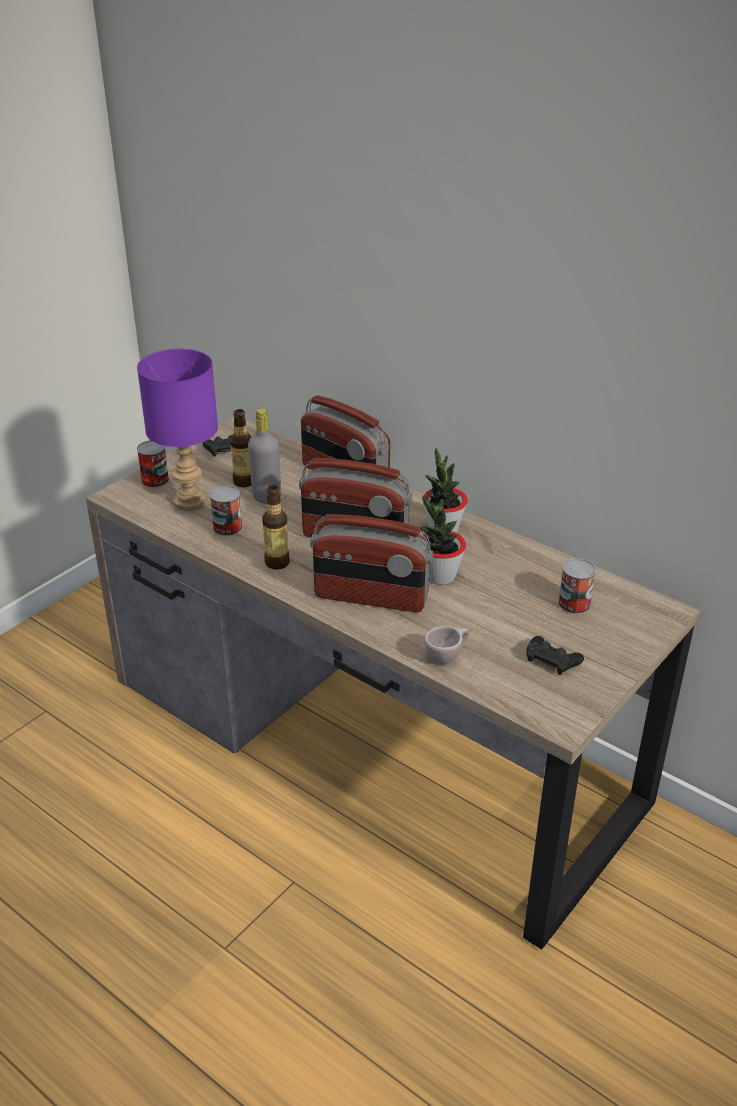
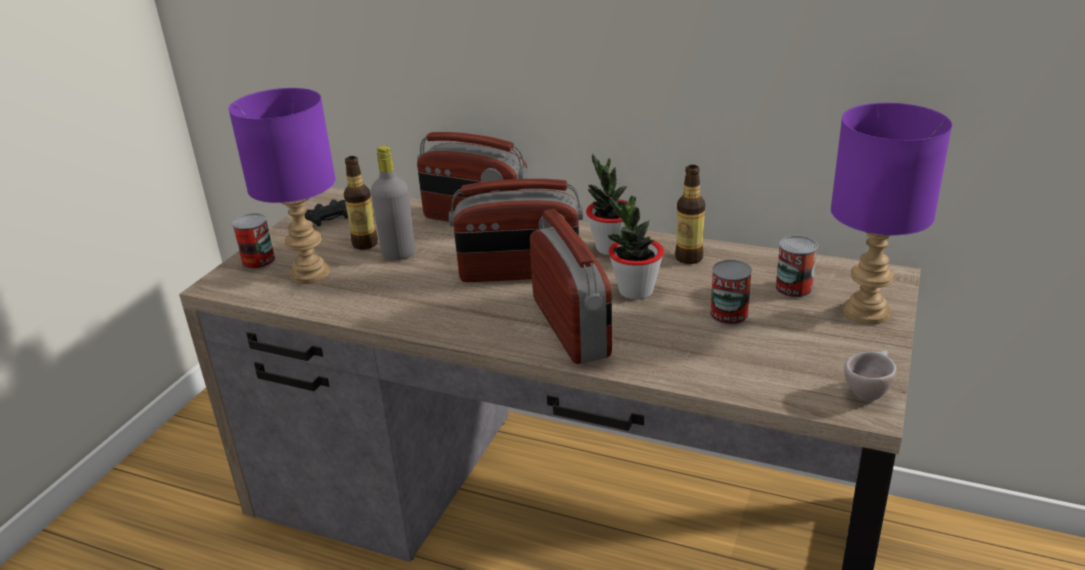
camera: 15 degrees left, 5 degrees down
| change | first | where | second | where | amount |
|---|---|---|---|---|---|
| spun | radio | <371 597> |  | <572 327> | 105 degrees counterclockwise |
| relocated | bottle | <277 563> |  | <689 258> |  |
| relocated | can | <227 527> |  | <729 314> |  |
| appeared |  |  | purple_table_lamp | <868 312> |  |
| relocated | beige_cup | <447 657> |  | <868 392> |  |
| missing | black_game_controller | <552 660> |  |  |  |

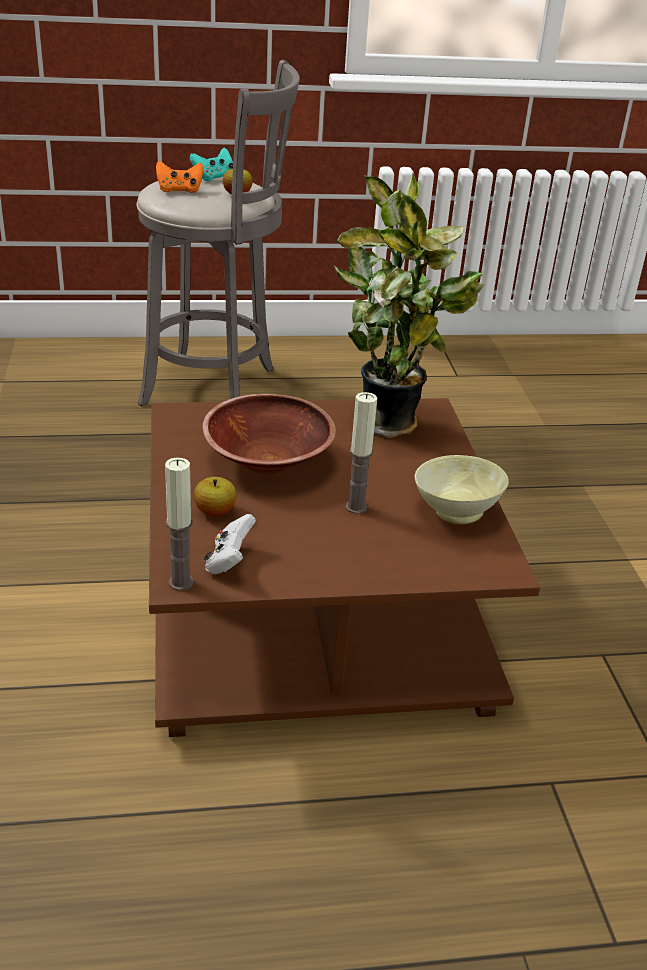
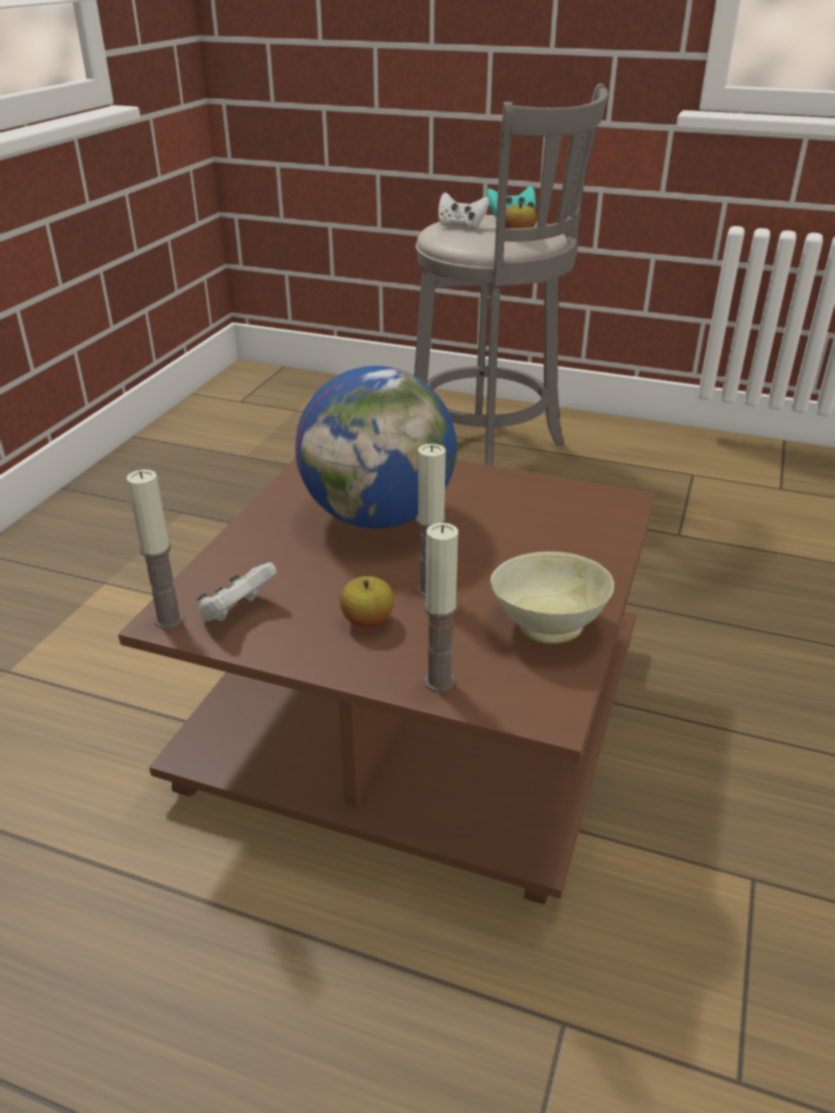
camera: 30 degrees right, 0 degrees up
| change | first | where | second | where | amount |
|---|---|---|---|---|---|
| exchanged | brown_bowl | <268 460> | globe | <379 516> |  |
| relocated | apple | <215 511> |  | <367 620> |  |
| appeared |  |  | candle | <439 681> |  |
| colour | orange_game_controller | <179 190> | white_game_controller | <461 226> |  |
| missing | potted_plant | <393 427> |  |  |  |

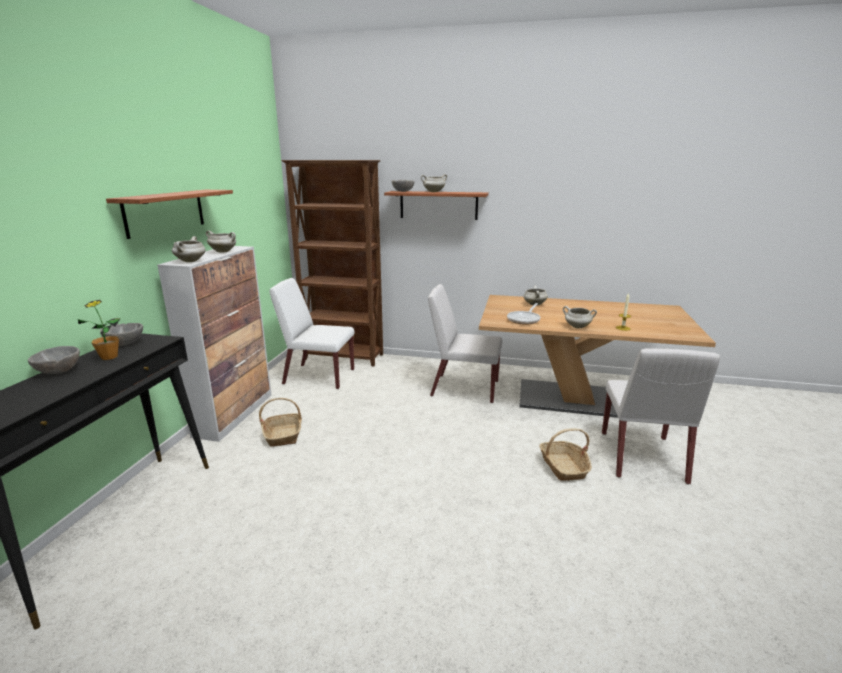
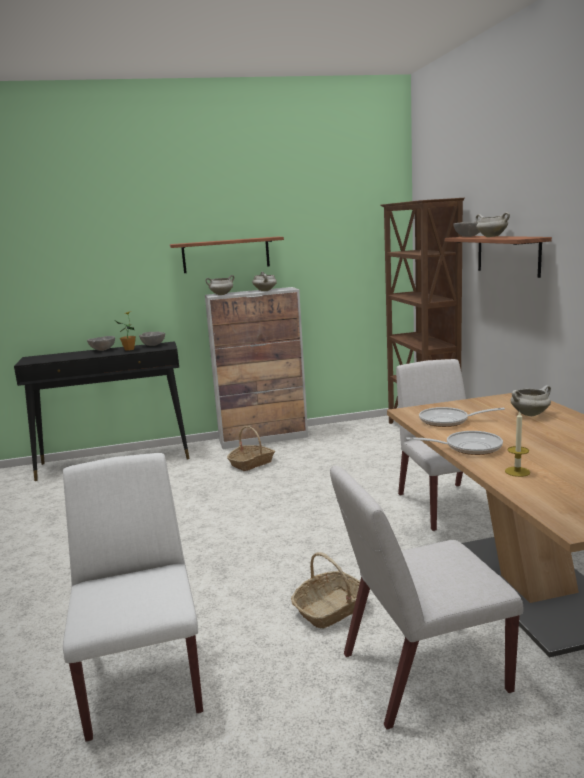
camera: 65 degrees right, 5 degrees down
| change | first | where | second | where | amount |
|---|---|---|---|---|---|
| relocated | white_chair | <318 376> |  | <143 678> |  |
| exchanged | white_cooking_pot | <577 327> | frying_pan | <468 447> |  |

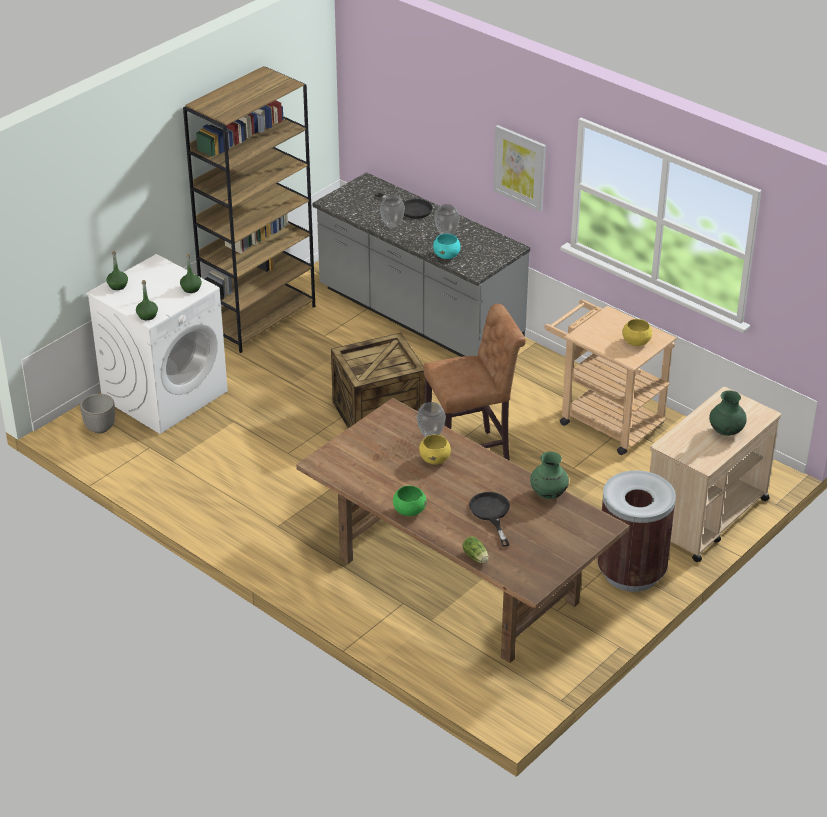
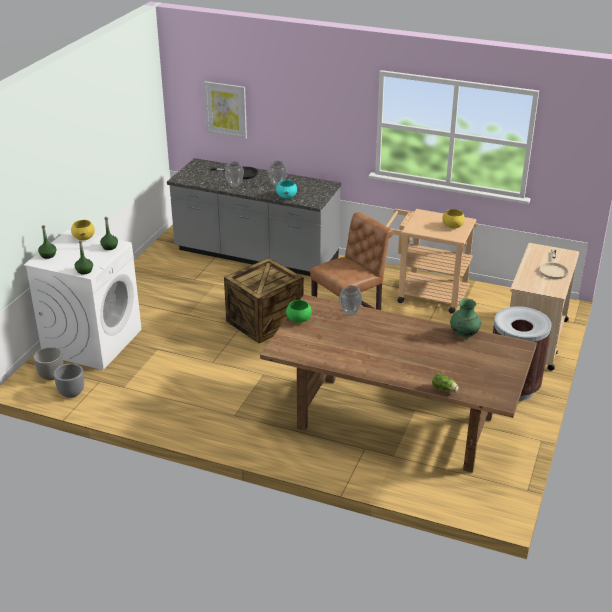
camera: 20 degrees left, 5 degrees down
| change | first | where | second | where | amount |
|---|---|---|---|---|---|
| appeared |  |  | grey_planter | <71 392> |  |
| relocated | yellow_bowl | <435 459> |  | <84 238> |  |
| relocated | picture | <520 167> |  | <226 109> |  |
| relocated | green_bowl | <409 511> |  | <298 319> |  |
| exchanged | green_vase | <726 431> | beige_frying_pan | <553 269> |  |
| missing | brown_bookcase | <259 318> |  |  |  |
| missing | black_frying_pan | <491 514> |  |  |  |

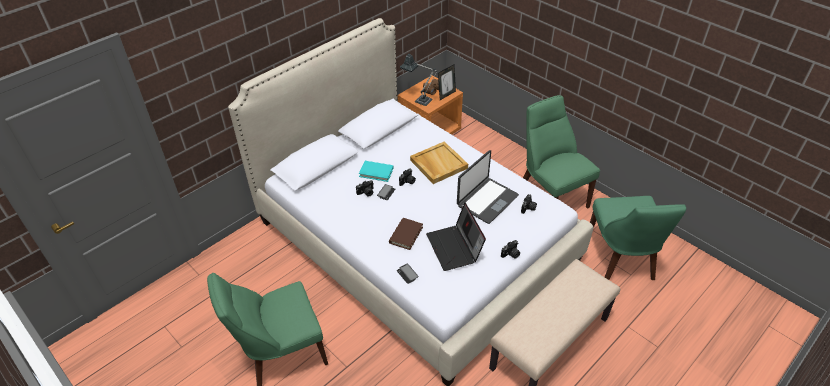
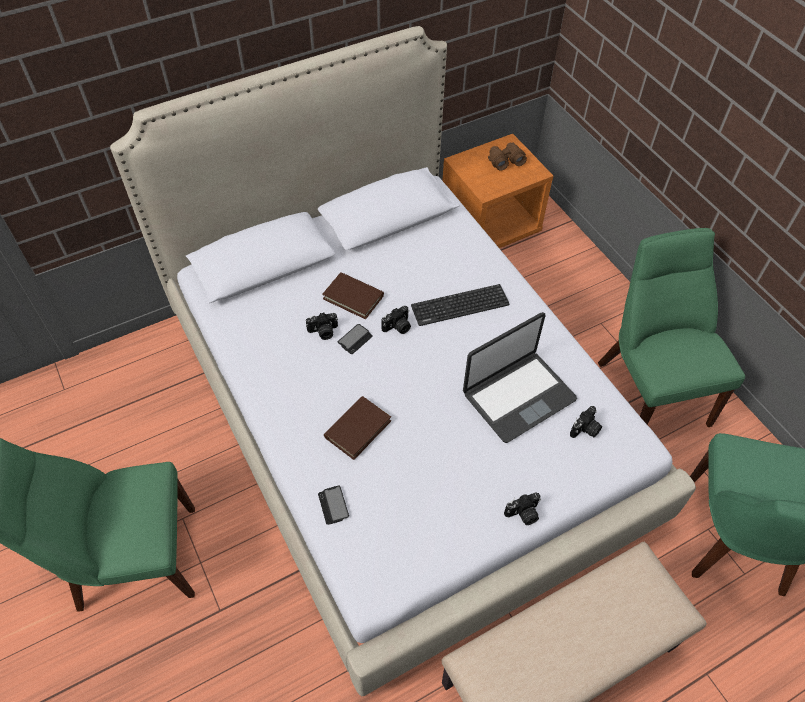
camera: 15 degrees right, 10 degrees up
| change | first | where | second | where | amount |
|---|---|---|---|---|---|
| colour | turquoise_book | <376 172> | brown_book | <353 297> |  |
| exchanged | beige_tray | <438 164> | keyboard | <460 305> |  |
| missing | table_lamp | <420 100> |  |  |  |
| missing | laptop | <455 248> |  |  |  |
| missing | picture_frame | <446 95> |  |  |  |

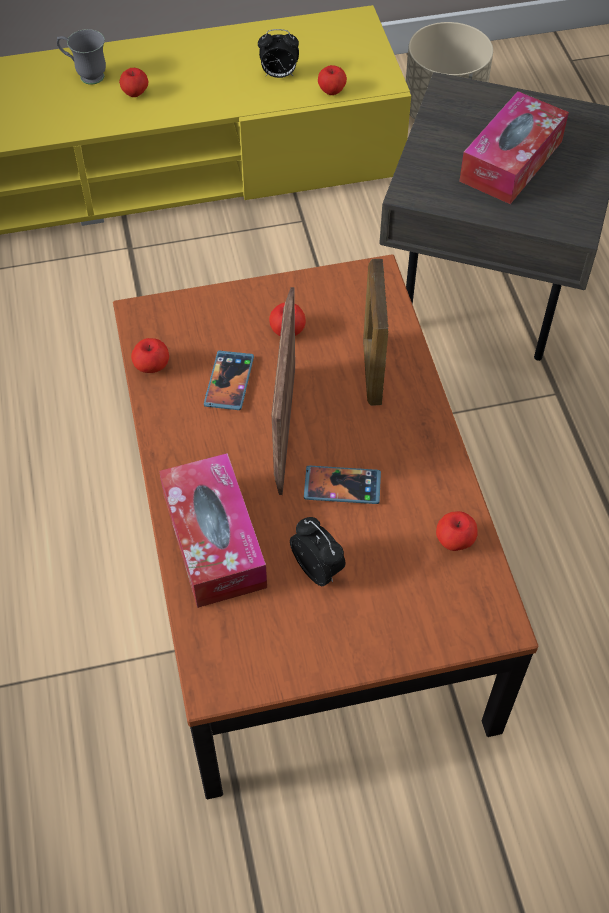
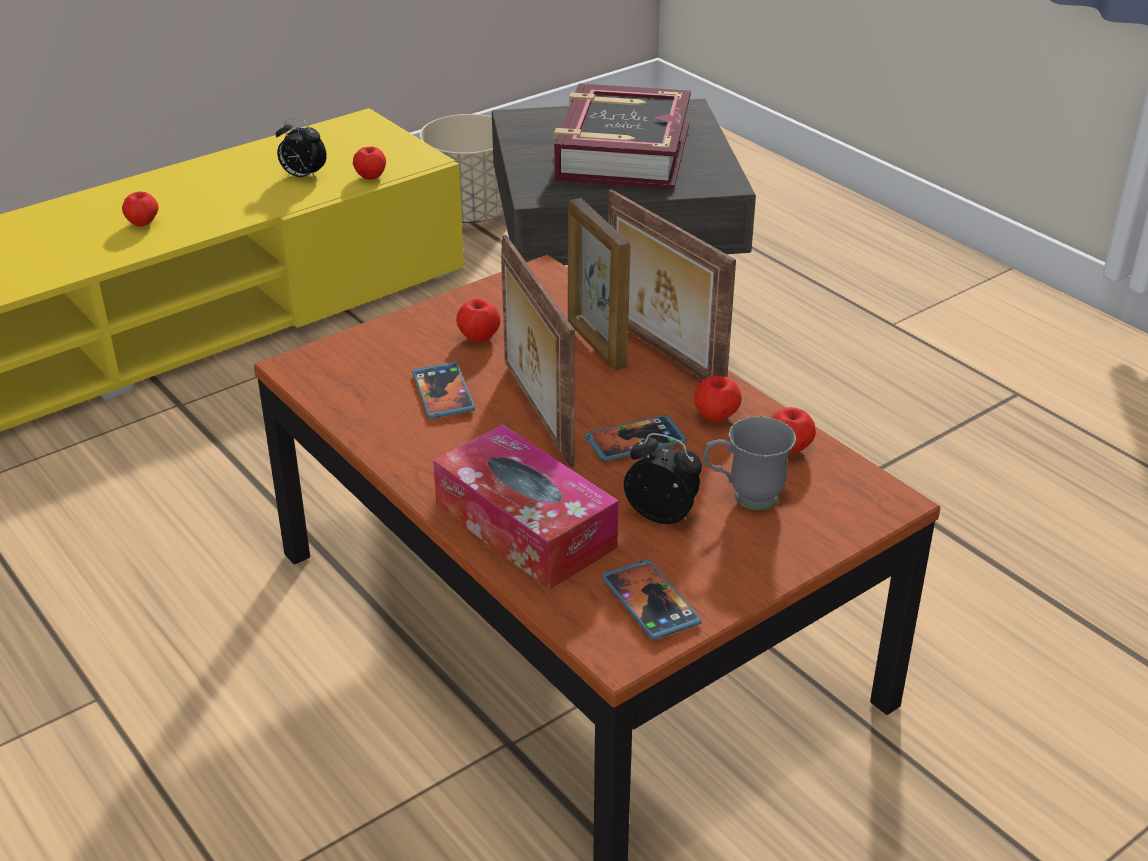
camera: 25 degrees left, 20 degrees down
| change | first | where | second | where | amount |
|---|---|---|---|---|---|
| spun | alarm_clock | <278 75> |  | <303 177> | 45 degrees clockwise |
| exchanged | tissue_box | <511 161> | book | <621 153> |  |
| appeared |  |  | phone | <650 602> |  |
| appeared |  |  | picture_frame | <661 353> |  |
| relocated | apple | <152 367> |  | <716 417> |  |
| relocated | grey_mug | <86 75> |  | <744 498> |  |

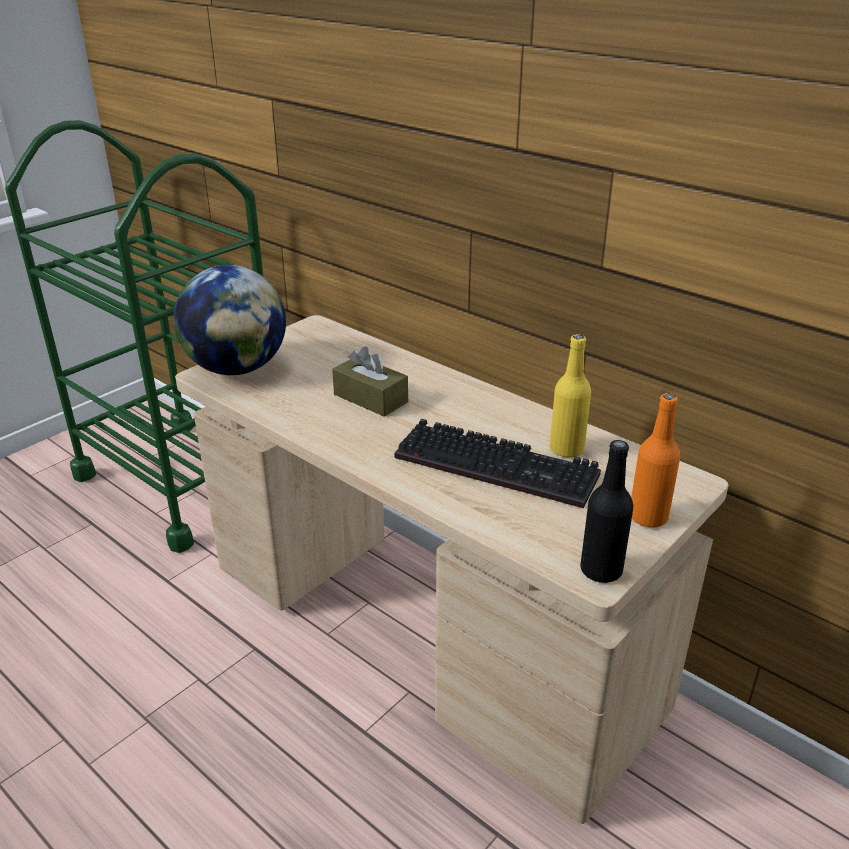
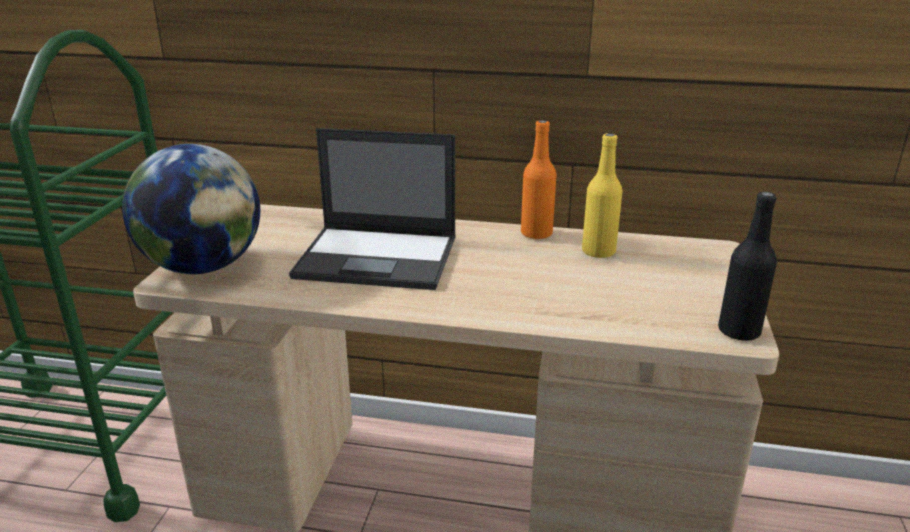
camera: 30 degrees left, 5 degrees down
| change | first | where | second | where | amount |
|---|---|---|---|---|---|
| exchanged | brown_tissue_box | <370 398> | laptop | <379 257> |  |
| relocated | orange_bottle | <648 517> |  | <536 234> |  |
| missing | keyboard | <500 465> |  |  |  |

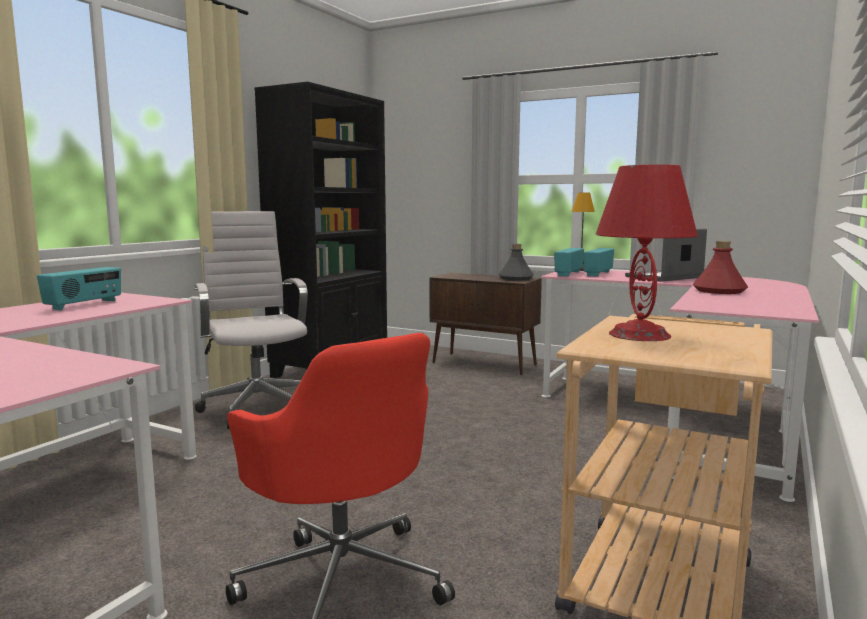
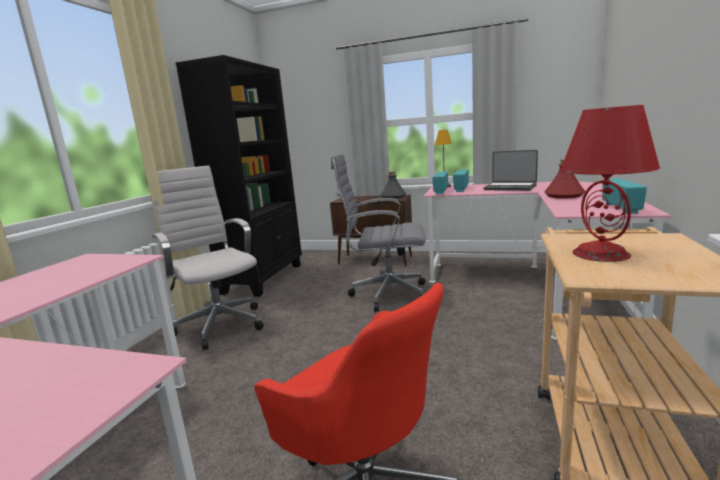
camera: 10 degrees left, 5 degrees up
| change | first | where | second | where | amount |
|---|---|---|---|---|---|
| appeared |  |  | grey_office_chair | <385 294> |  |
| spun | laptop | <665 277> |  | <510 187> | 105 degrees counterclockwise |
| relocated | radio | <84 305> |  | <621 208> |  |

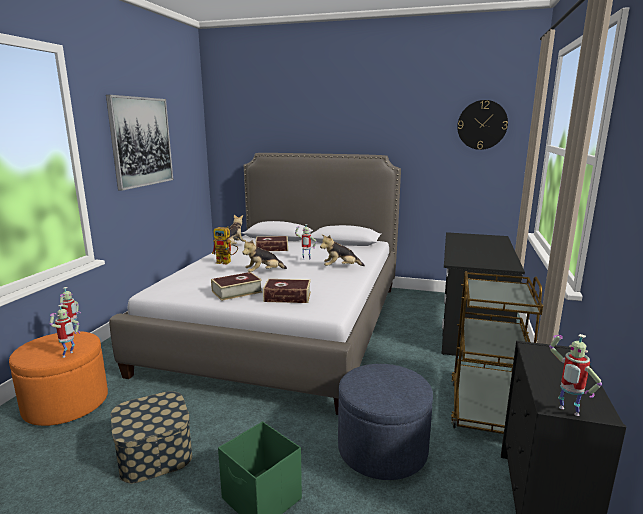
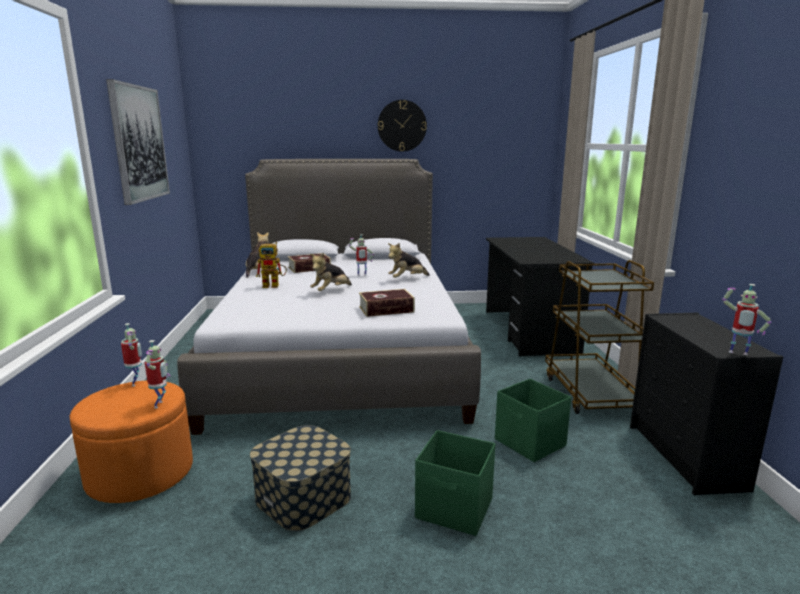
camera: 20 degrees left, 0 degrees up
| change | first | where | second | where | amount |
|---|---|---|---|---|---|
| relocated | wall_clock | <482 125> |  | <402 125> |  |
| exchanged | blue_ottoman | <382 449> | green_storage_box | <530 443> |  |
| missing | book | <237 291> |  |  |  |

